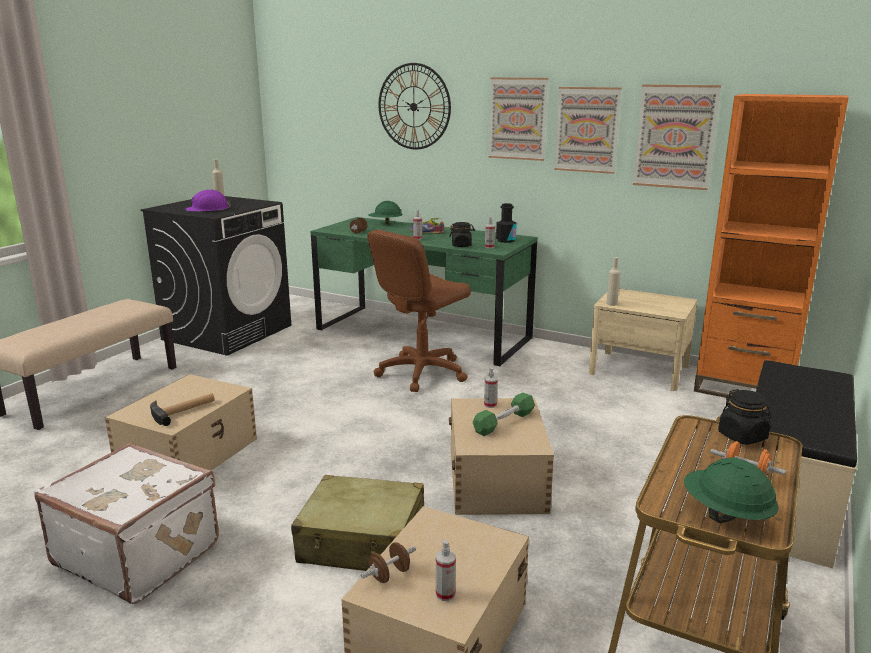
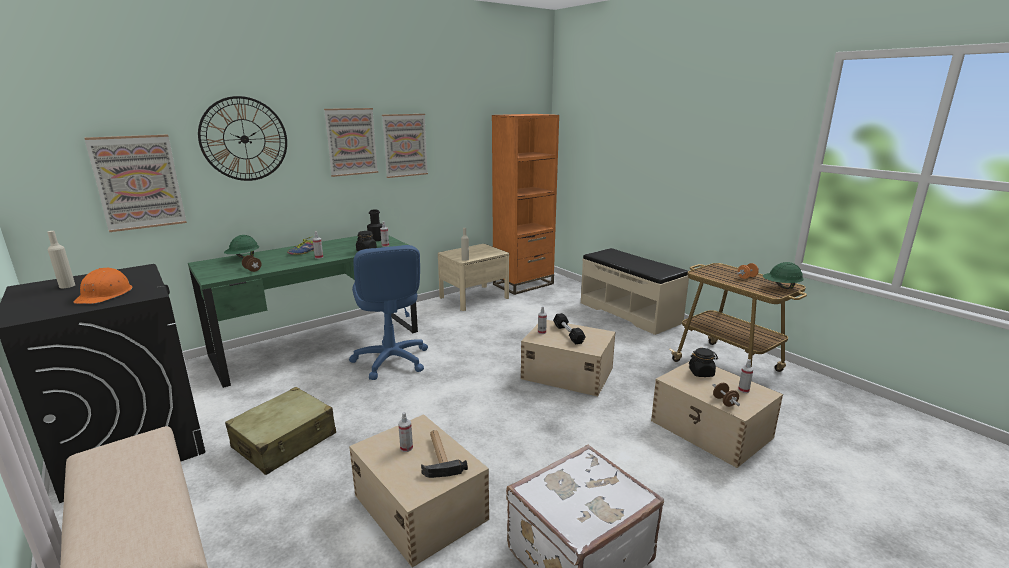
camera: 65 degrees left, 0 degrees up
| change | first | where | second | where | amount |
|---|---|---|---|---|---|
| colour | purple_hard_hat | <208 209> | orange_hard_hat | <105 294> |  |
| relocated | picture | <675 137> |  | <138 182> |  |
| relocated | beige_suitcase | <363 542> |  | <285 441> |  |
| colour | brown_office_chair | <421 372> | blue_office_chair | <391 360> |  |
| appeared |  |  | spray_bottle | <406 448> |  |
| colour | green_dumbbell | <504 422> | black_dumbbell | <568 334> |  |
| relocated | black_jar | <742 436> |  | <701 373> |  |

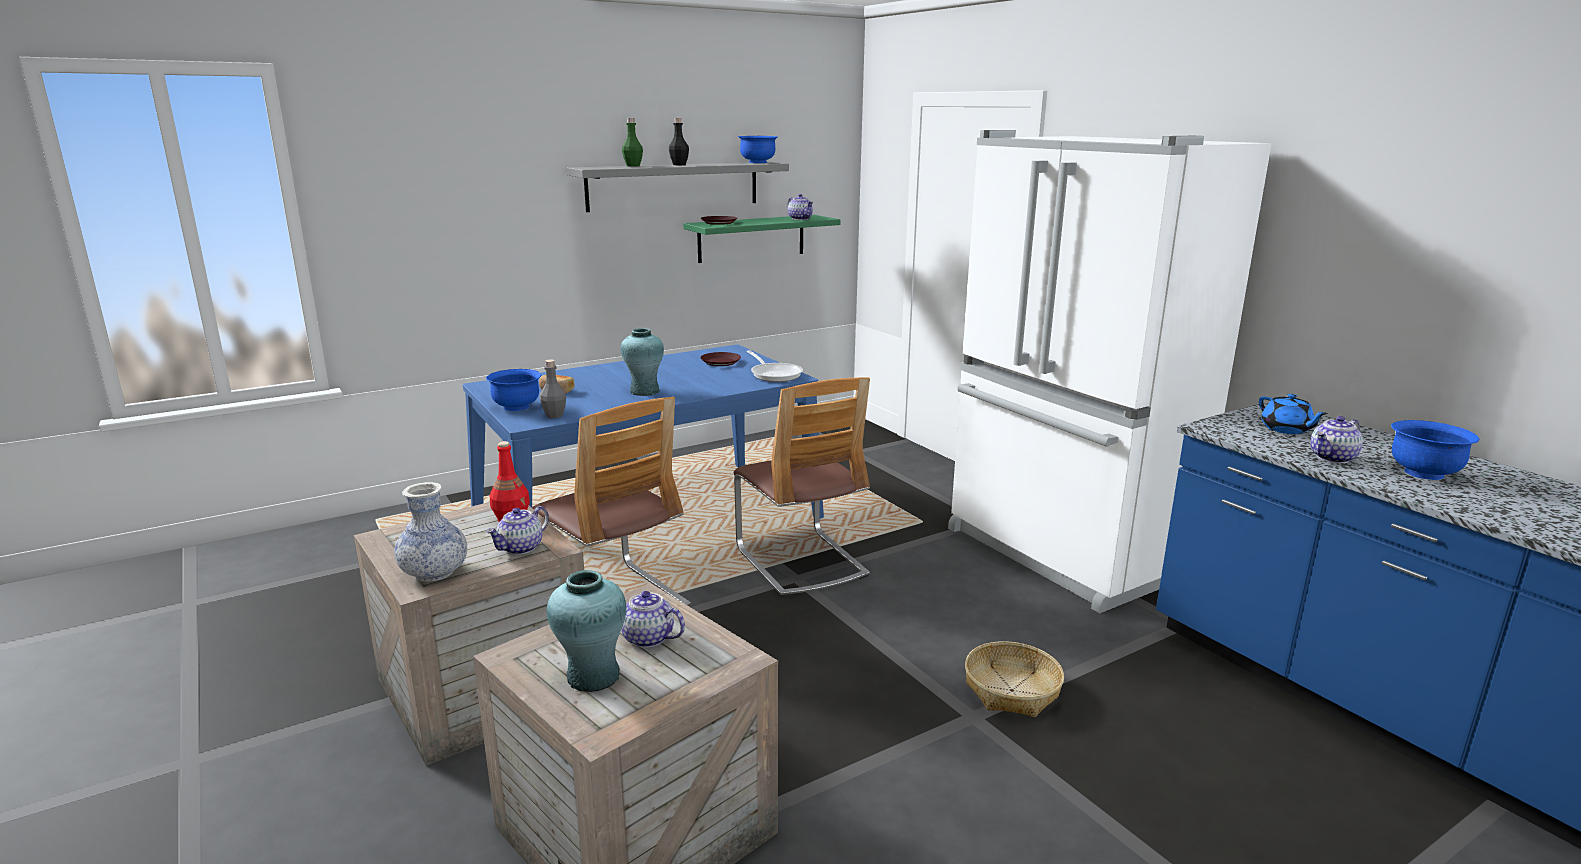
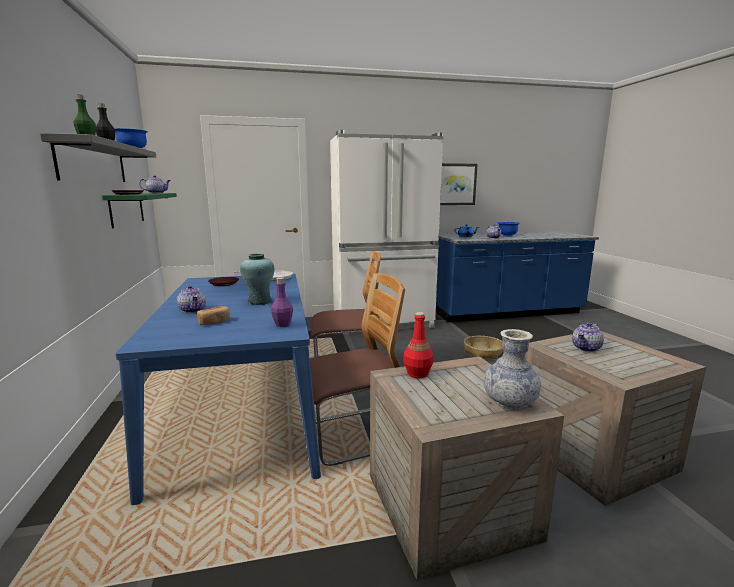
camera: 70 degrees left, 5 degrees down
| change | first | where | second | where | amount |
|---|---|---|---|---|---|
| relocated | teapot | <521 548> |  | <193 310> |  |
| colour | grey_bottle | <554 415> | purple_bottle | <282 325> |  |
| appeared |  |  | picture | <456 184> |  |
| missing | blue_bowl | <516 407> |  |  |  |
| missing | turquoise_vase | <593 676> |  |  |  |

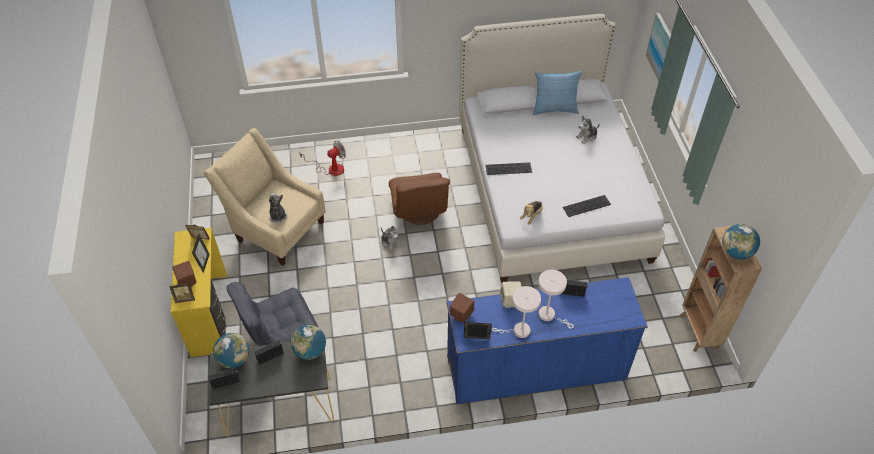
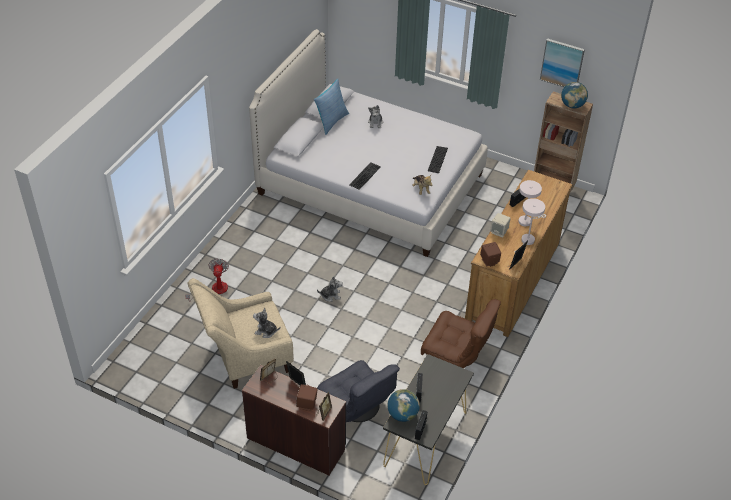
camera: 55 degrees left, 5 degrees down
| change | first | where | second | where | amount |
|---|---|---|---|---|---|
| colour | yellow_desk | <210 314> | brown_desk | <296 443> |  |
| spun | grey_armchair | <280 333> |  | <357 406> | 45 degrees counterclockwise |
| relocated | brown_armchair | <419 210> |  | <457 352> |  |
| colour | blue_dresser | <535 367> | brown_dresser | <513 280> |  |
| relocated | picture | <660 47> |  | <562 64> |  |
| missing | globe | <310 351> |  |  |  |

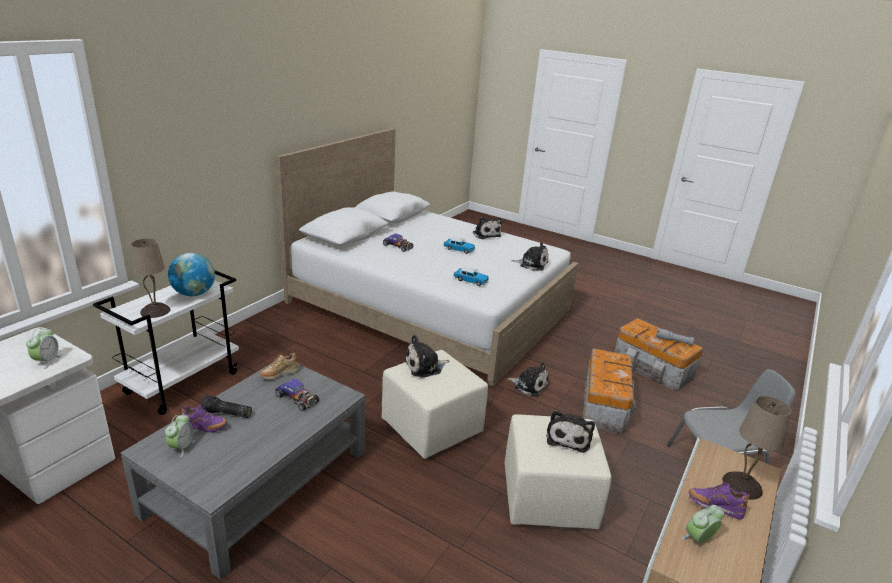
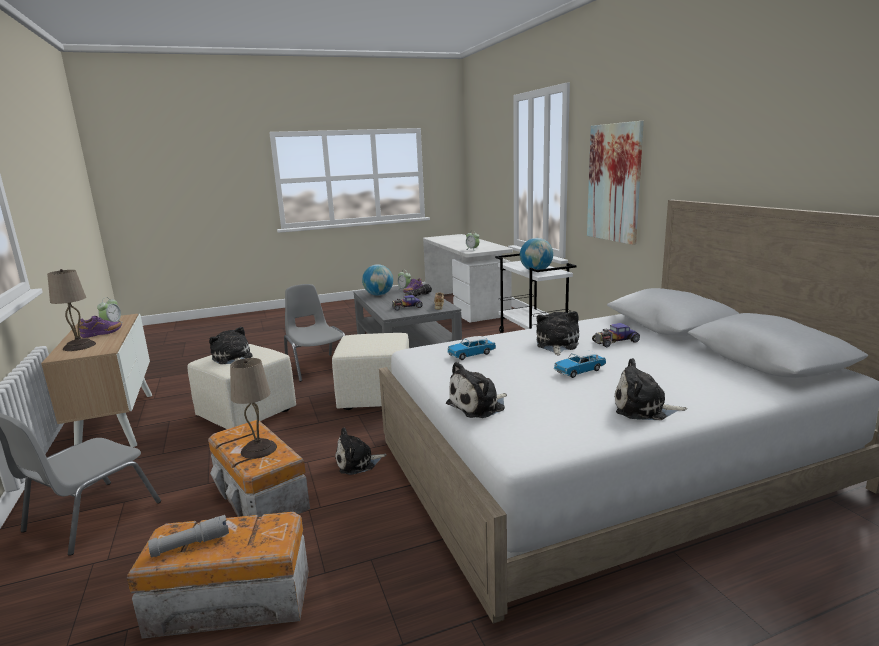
camera: 130 degrees right, 10 degrees down
| change | first | where | second | where | amount |
|---|---|---|---|---|---|
| relocated | beige_table_lamp | <154 311> |  | <259 449> |  |
| appeared |  |  | grey_chair | <317 367> |  |
| appeared |  |  | globe | <378 295> |  |
| relocated | plush_toy | <425 366> |  | <556 345> |  |
| appeared |  |  | picture | <614 183> |  |

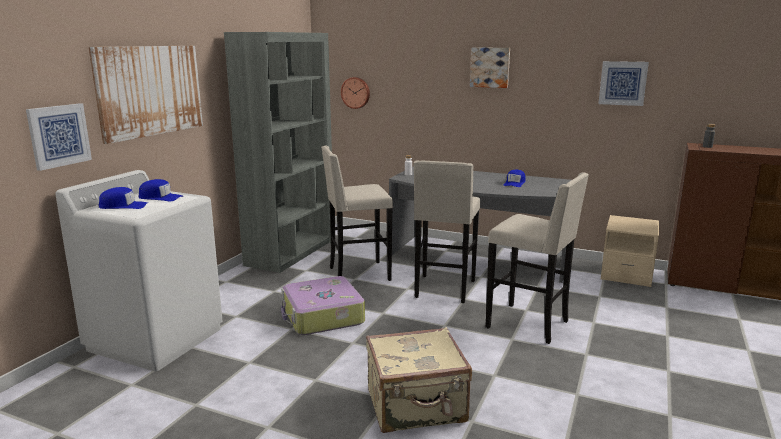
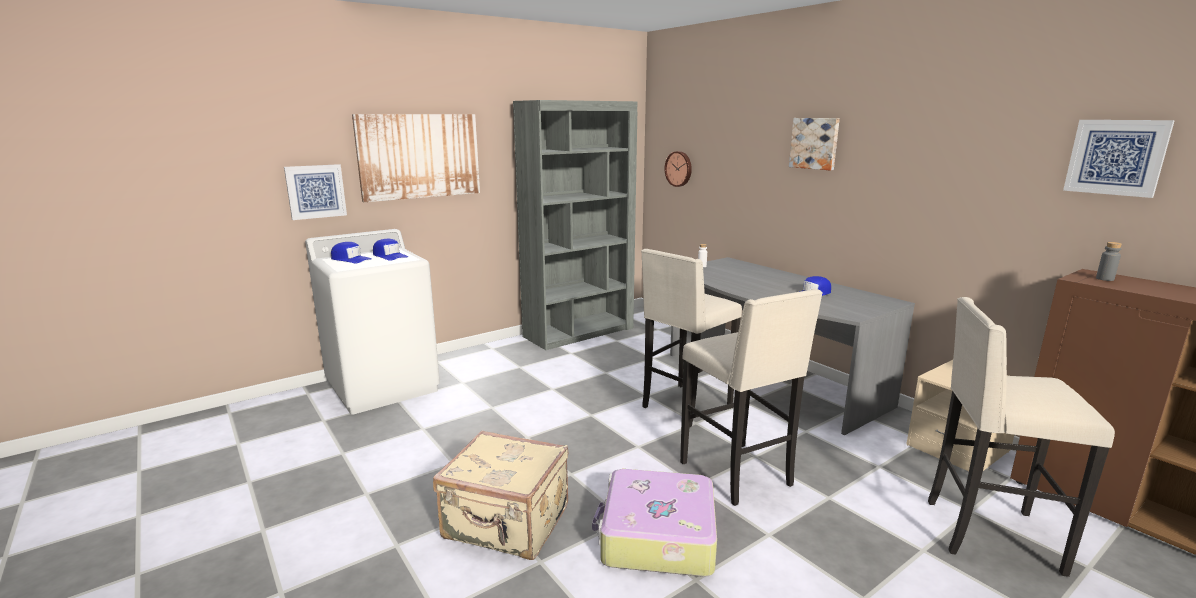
camera: 30 degrees right, 0 degrees up
| change | first | where | second | where | amount |
|---|---|---|---|---|---|
| relocated | suitcase | <322 316> |  | <656 536> |  |
| relocated | beige_stool | <357 274> |  | <987 534> |  |
| relocated | picture | <623 83> |  | <1116 157> |  |

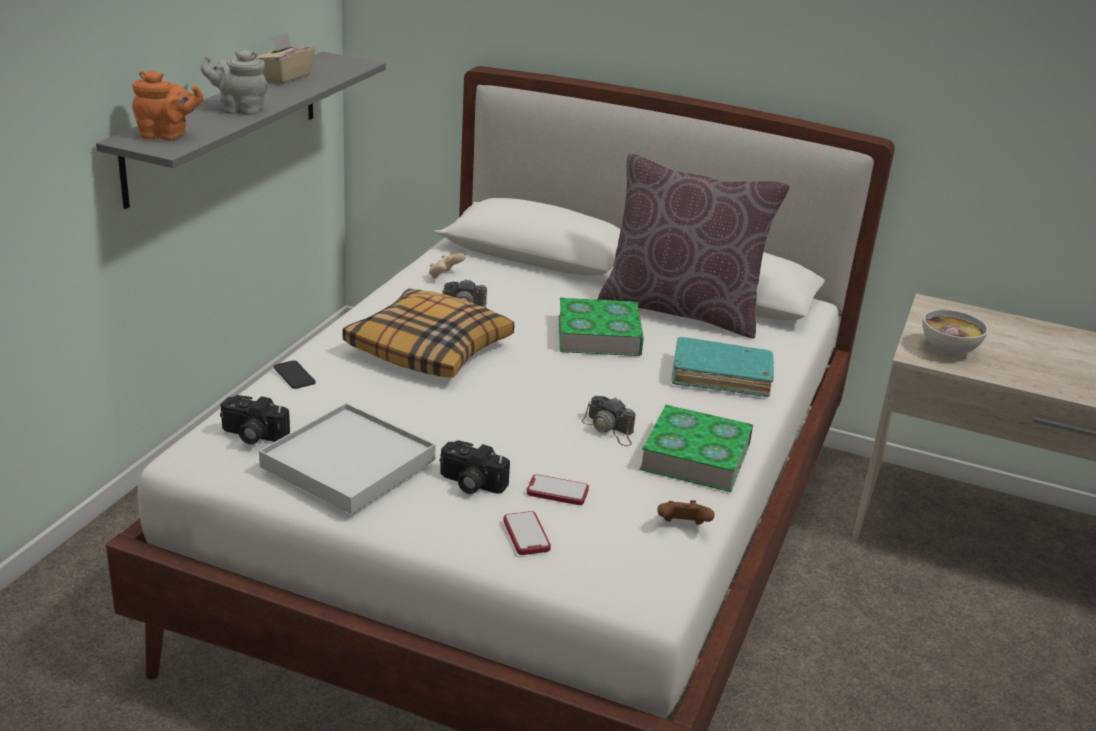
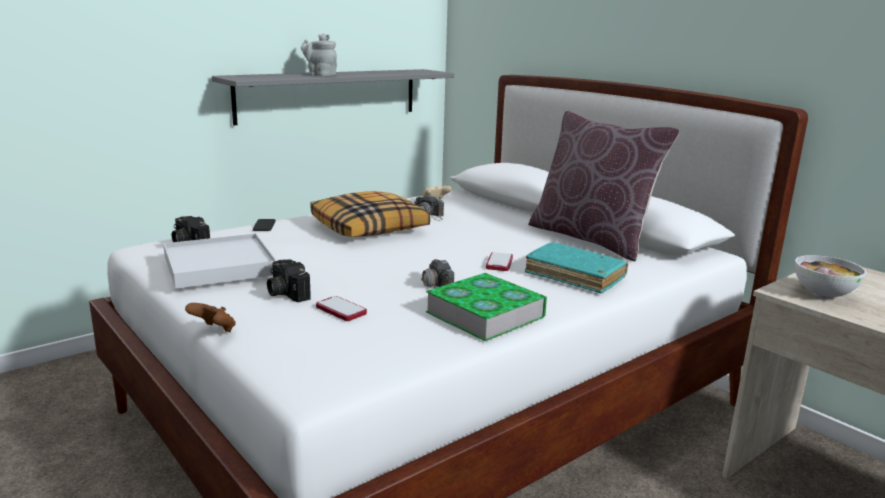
camera: 30 degrees right, 10 degrees down
| change | first | where | second | where | amount |
|---|---|---|---|---|---|
| relocated | brown_game_controller | <682 527> |  | <214 331> |  |
| relocated | phone | <526 535> |  | <499 263> |  |
| missing | orange_teapot | <167 136> |  |  |  |
| missing | beige_tissue_box | <285 77> |  |  |  |
| missing | book | <599 335> |  |  |  |

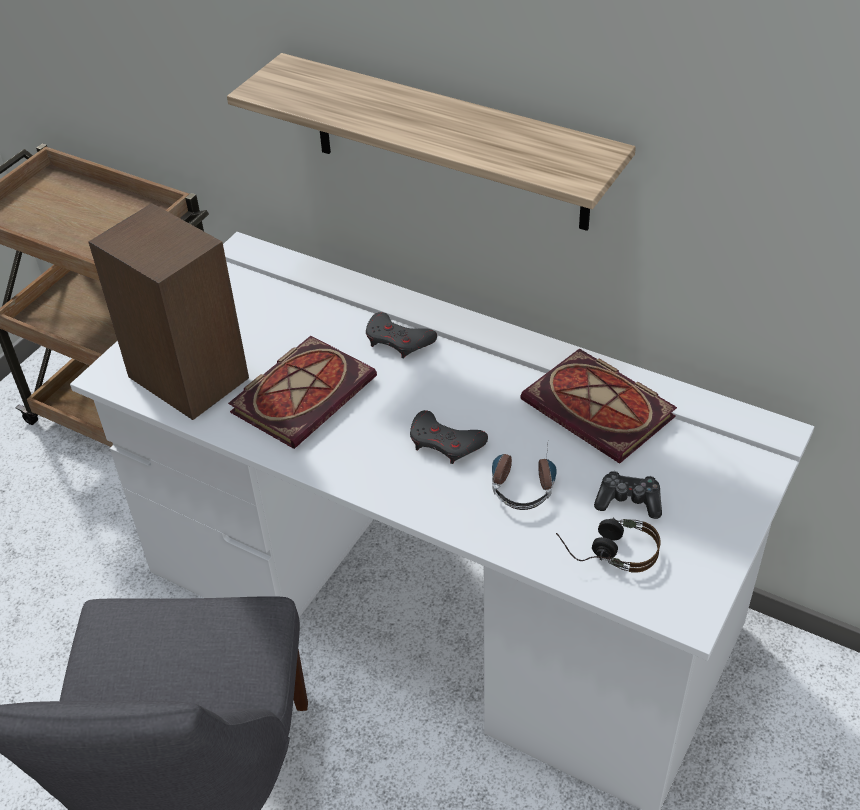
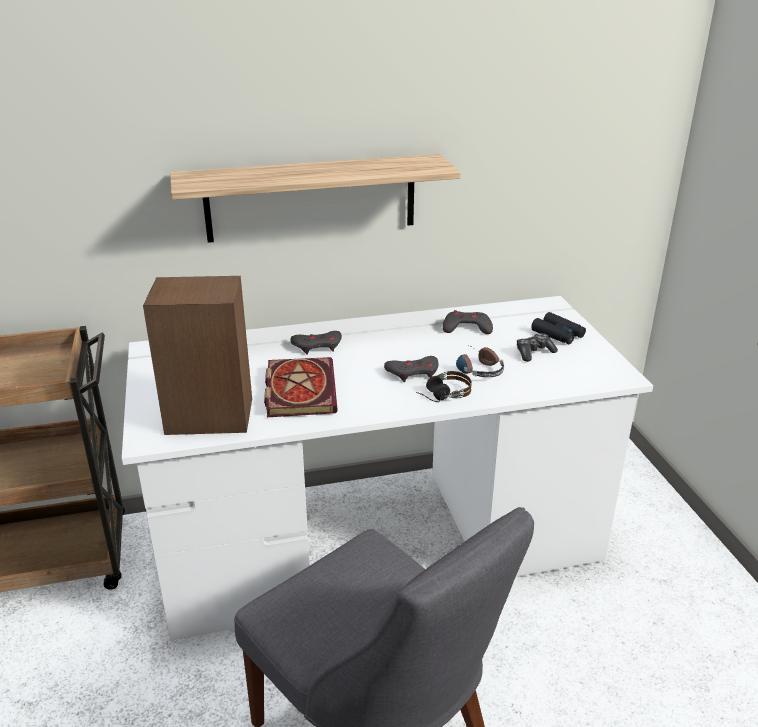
camera: 45 degrees left, 15 degrees down
| change | first | where | second | where | amount |
|---|---|---|---|---|---|
| relocated | headphones | <607 550> |  | <440 396> |  |
| exchanged | book | <602 410> | grey_game_controller | <467 327> |  |
| appeared |  |  | black_binoculars | <558 334> |  |

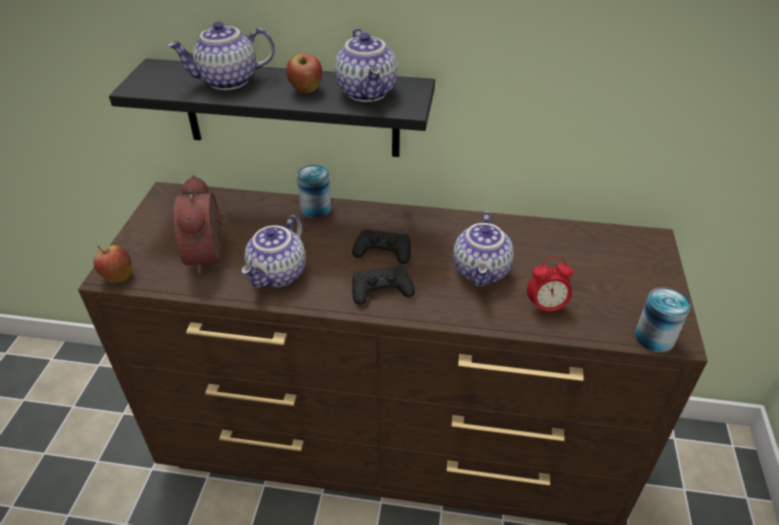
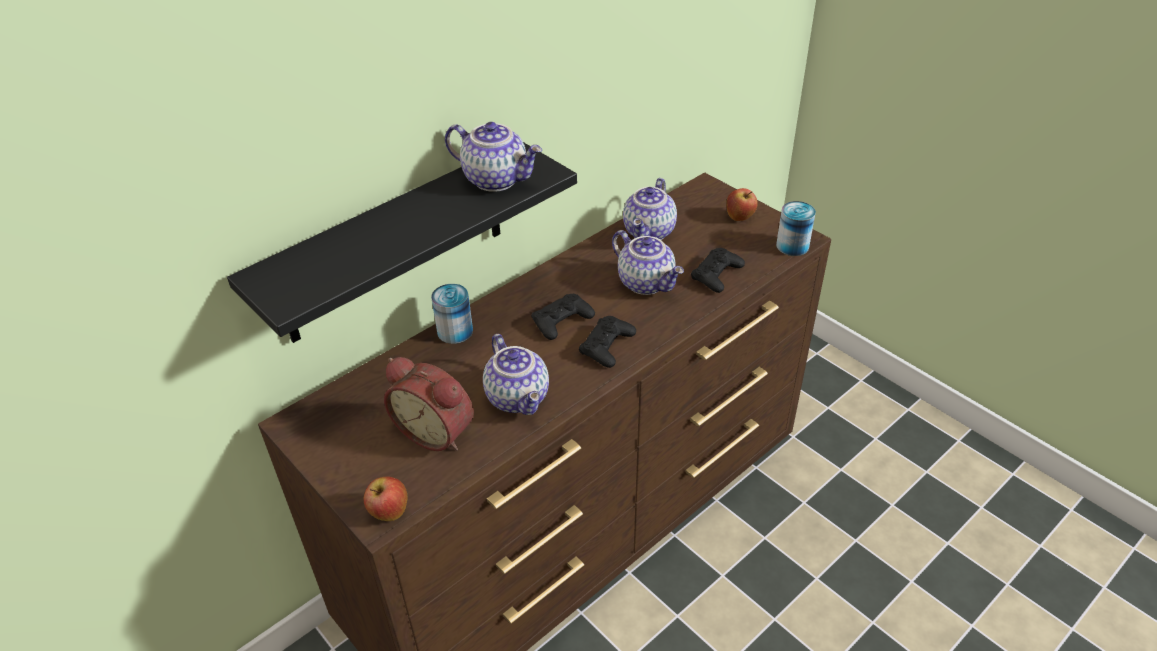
camera: 50 degrees left, 0 degrees up
| change | first | where | second | where | amount |
|---|---|---|---|---|---|
| relocated | teapot | <228 81> |  | <650 232> |  |
| exchanged | alarm_clock | <546 307> | black_game_controller | <717 274> |  |
| relocated | apple | <306 90> |  | <740 218> |  |

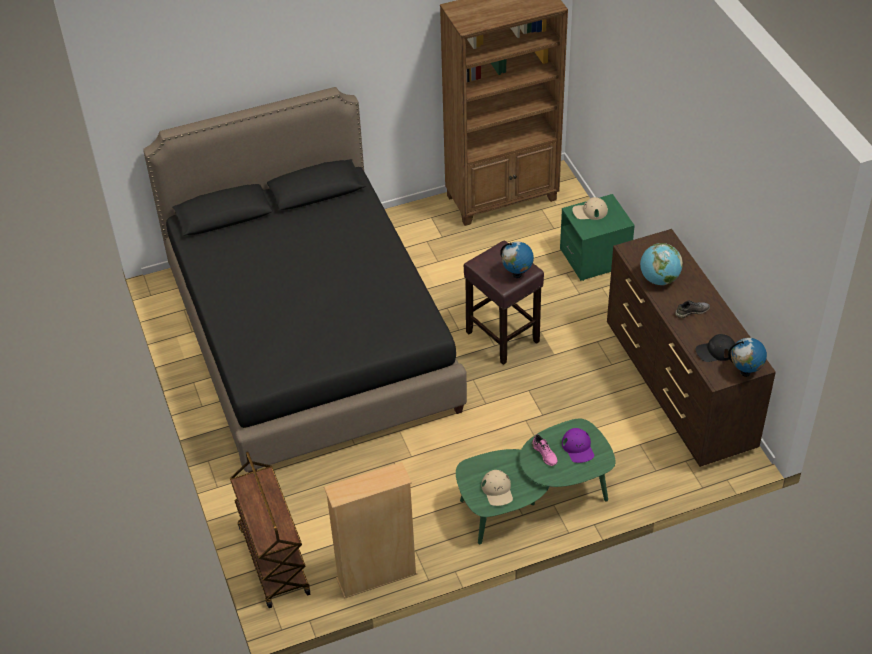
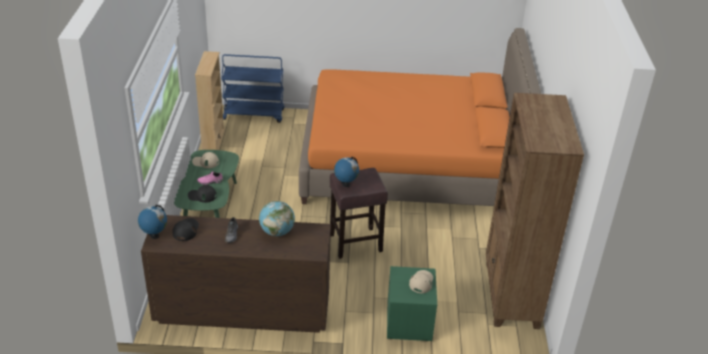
camera: 110 degrees right, 10 degrees down
| change | first | where | second | where | amount |
|---|---|---|---|---|---|
| colour | purple_cap | <578 448> | black_cap | <202 196> |  |
| colour | brown_cart | <273 560> | blue_cart | <254 114> |  |
| colour | black_bed | <310 338> | orange_bed | <409 164> |  |

